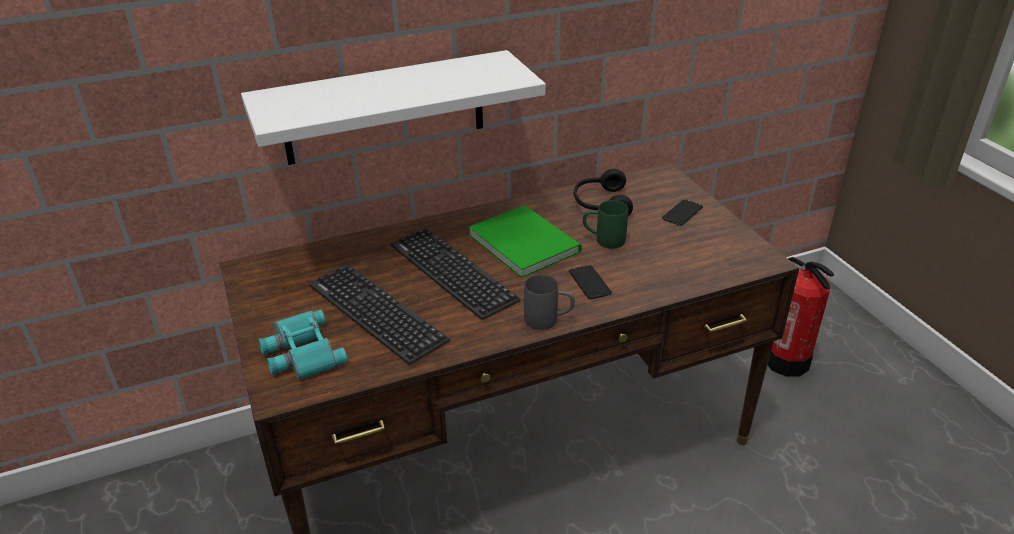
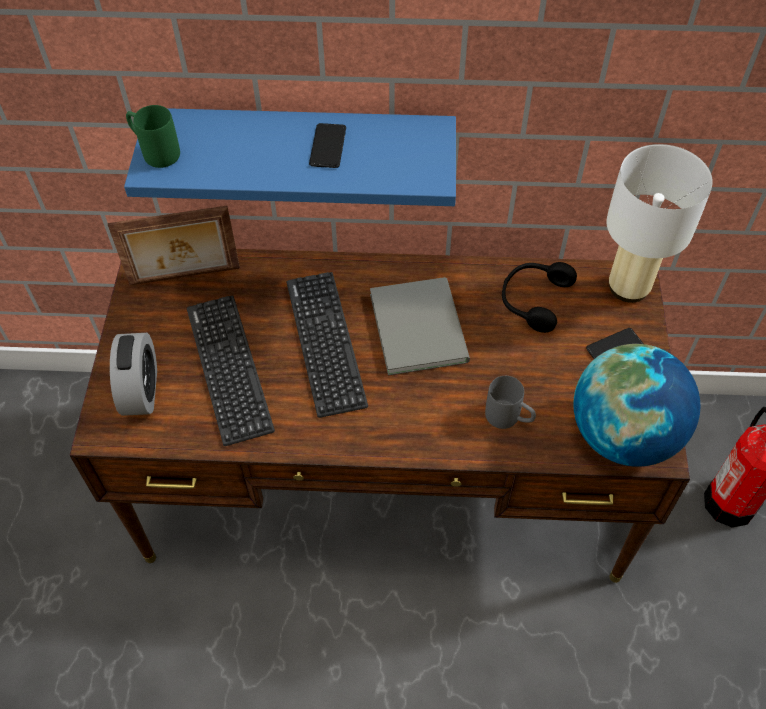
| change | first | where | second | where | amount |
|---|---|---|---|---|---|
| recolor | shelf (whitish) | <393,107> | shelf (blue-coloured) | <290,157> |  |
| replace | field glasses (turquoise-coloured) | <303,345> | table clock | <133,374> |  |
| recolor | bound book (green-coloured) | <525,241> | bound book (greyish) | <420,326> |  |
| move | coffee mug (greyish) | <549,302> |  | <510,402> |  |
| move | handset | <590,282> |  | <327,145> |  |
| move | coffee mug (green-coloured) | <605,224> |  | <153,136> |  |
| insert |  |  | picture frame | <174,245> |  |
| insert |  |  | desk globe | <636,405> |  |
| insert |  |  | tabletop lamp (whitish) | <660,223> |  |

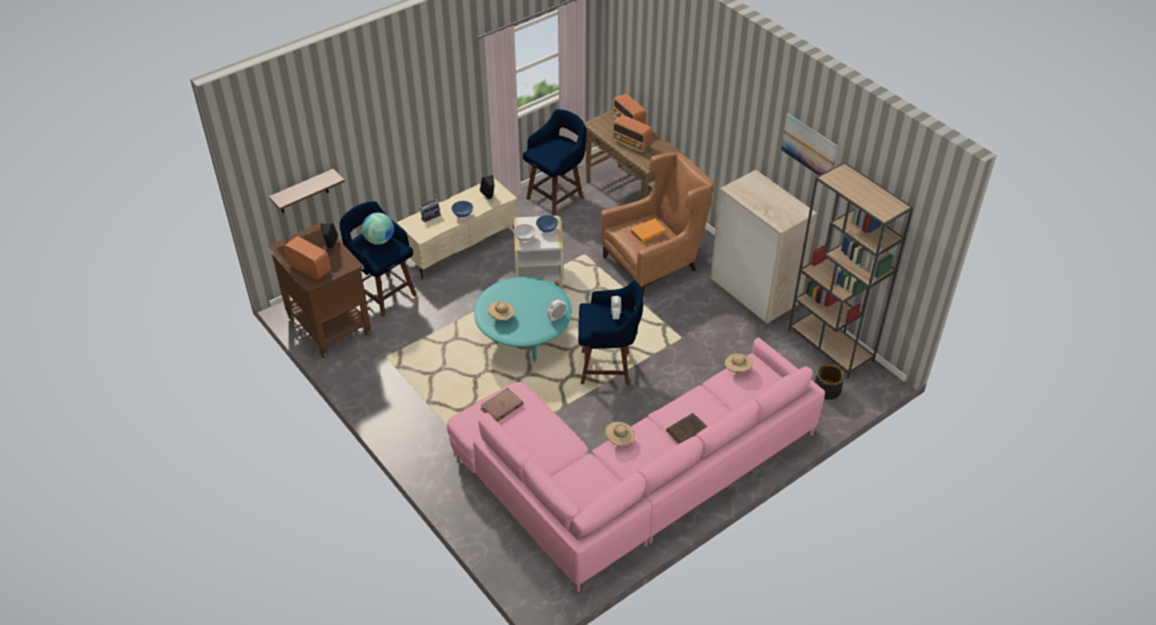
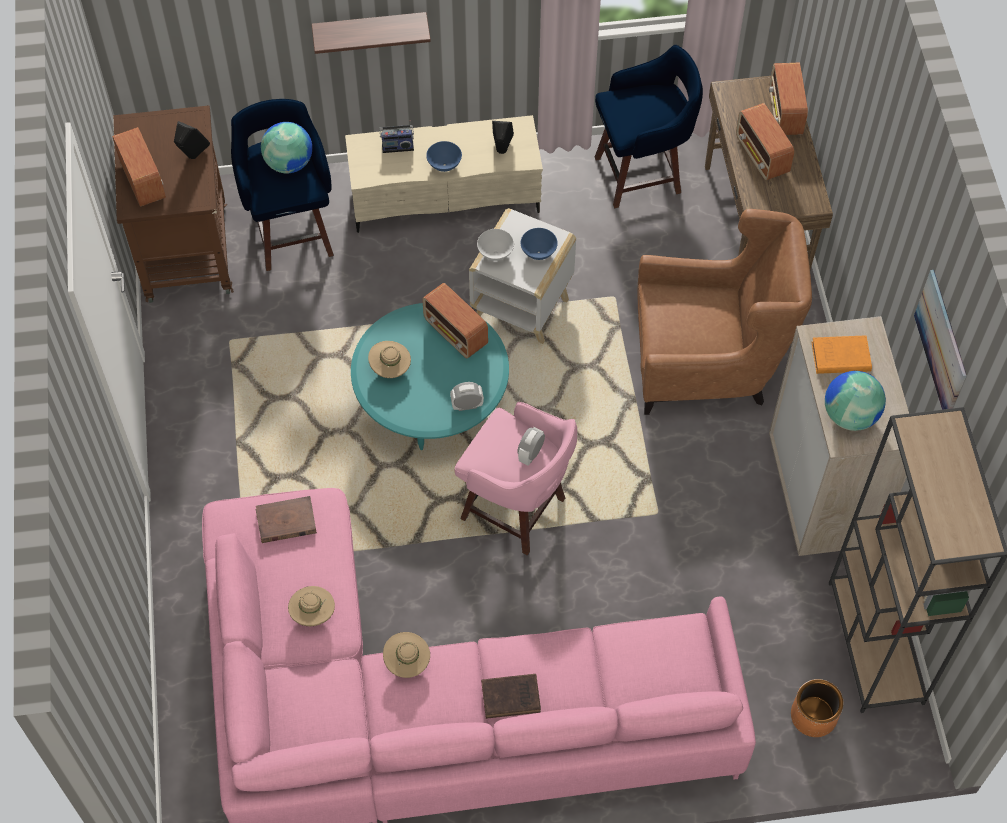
| change | first | where | second | where | amount |
|---|---|---|---|---|---|
| move | shelf | <307,191> |  | <371,33> |  |
| recolor | stool seat (blue-coloured) | <610,332> | stool seat (pink) | <516,478> |  |
| move | bound book (orange-coloured) | <648,231> |  | <842,354> |  |
| move | wearable hat (beige) | <739,363> |  | <311,606> |  |
| recolor | flower pot (black) | <830,382> | flower pot (orange-coloured) | <817,708> |  |
| insert |  |  | radio receiver | <455,321> |  |
| insert |  |  | desk globe | <855,401> |  |

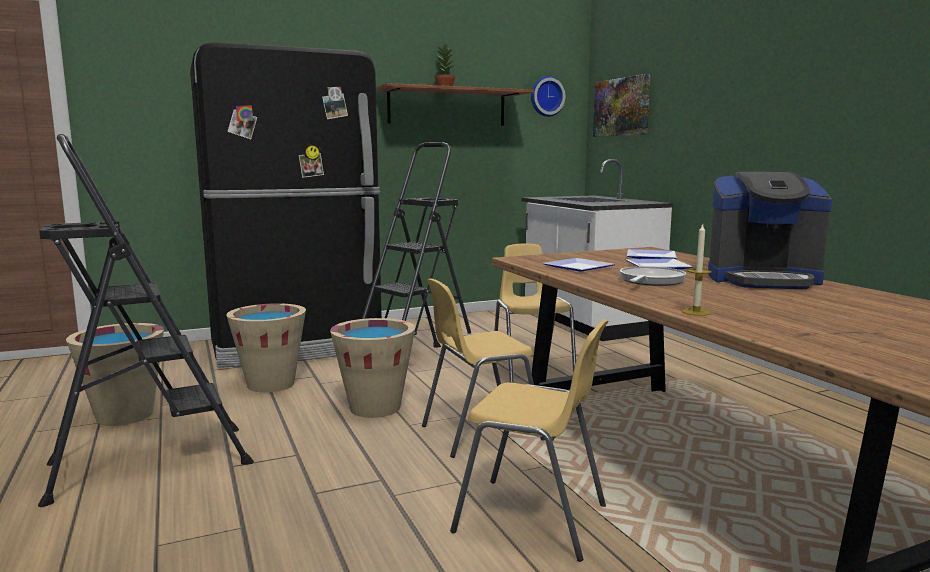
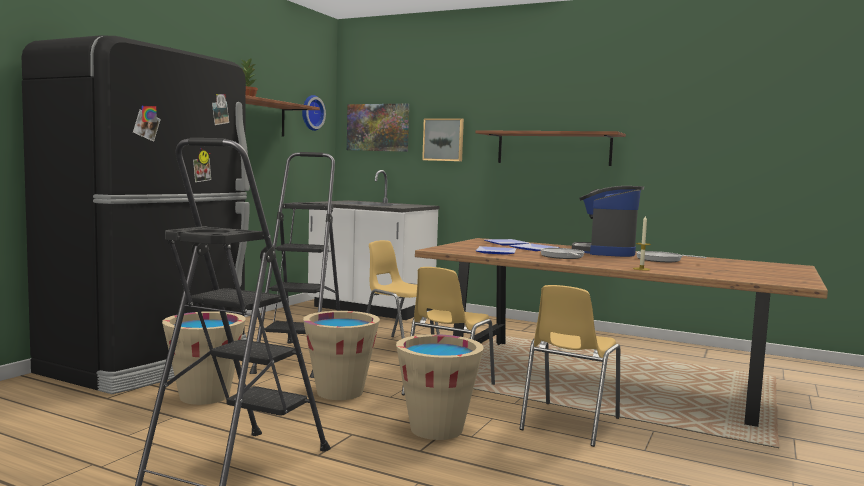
| change | first | where | second | where | amount |
|---|---|---|---|---|---|
| move | bucket (beige) | <115,374> |  | <440,387> |  |
| rotate | plain chair (yellowish) | <529,440> |  | <570,366> | 135 degrees clockwise |
| rotate | coffee brewer | <770,230> |  | <608,221> | 135 degrees clockwise |
| insert |  |  | picture | <443,139> |  |
| insert |  |  | shelf | <550,148> |  |
| insert |  |  | pan | <671,256> |  |

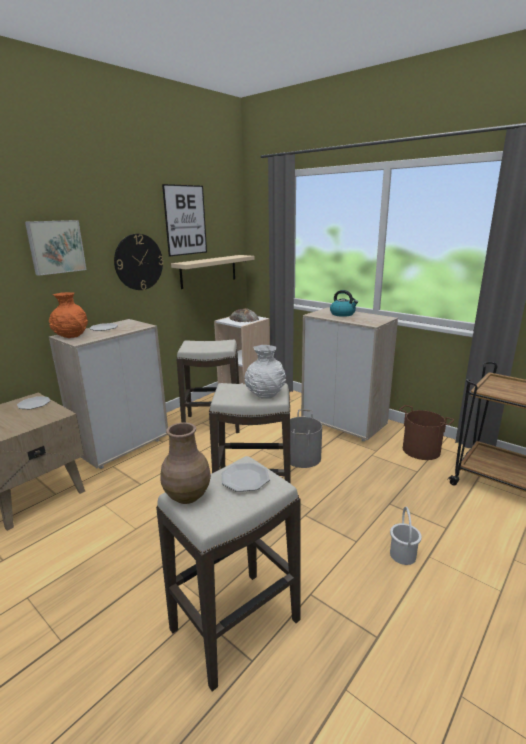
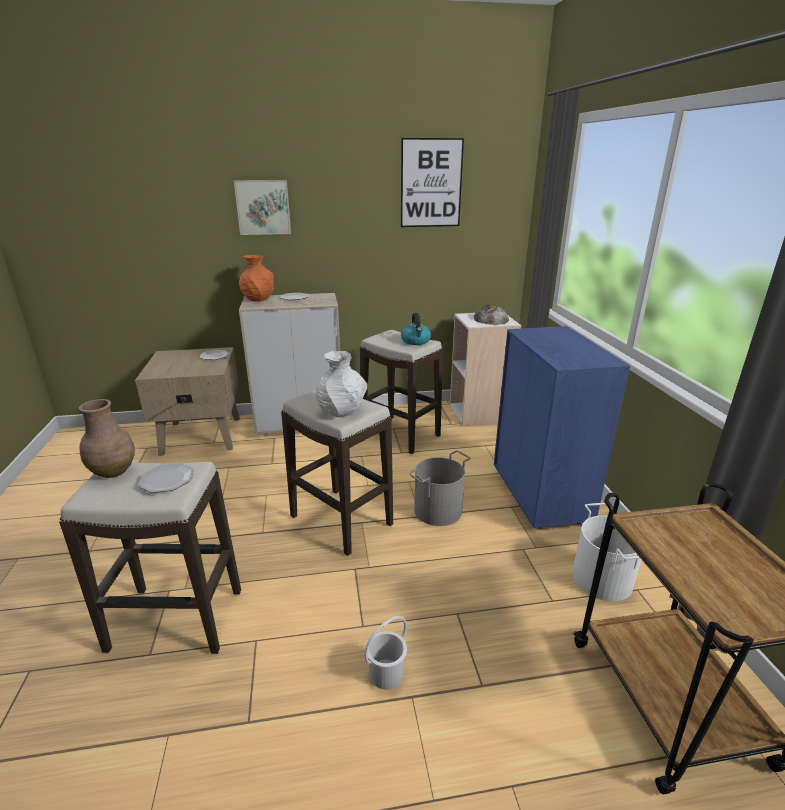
| change | first | where | second | where | amount |
|---|---|---|---|---|---|
| delete | clock on the wall | <139,262> |  |  |  |
| delete | shelf (beige) | <213,272> |  |  |  |
| recolor | storage cabinet (beige) | <349,374> | storage cabinet (blue-coloured) | <562,427> |  |
| move | water kettle | <344,303> |  | <416,329> |  |
| recolor | bucket (brownish) | <426,432> | bucket (whitish) | <607,552> |  |

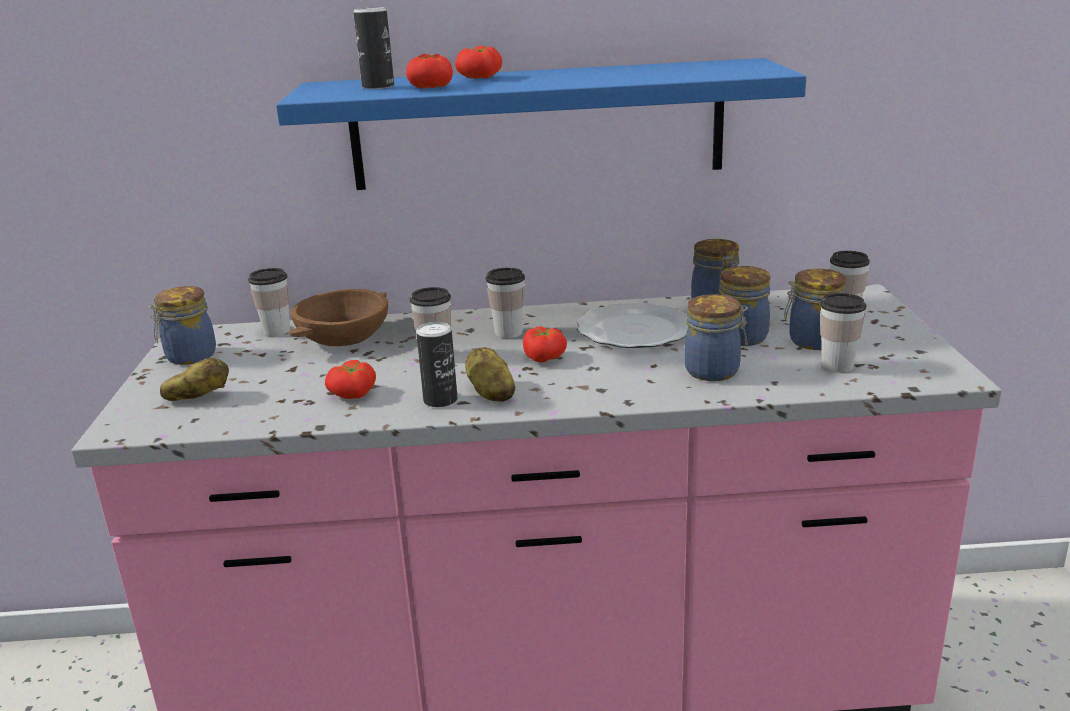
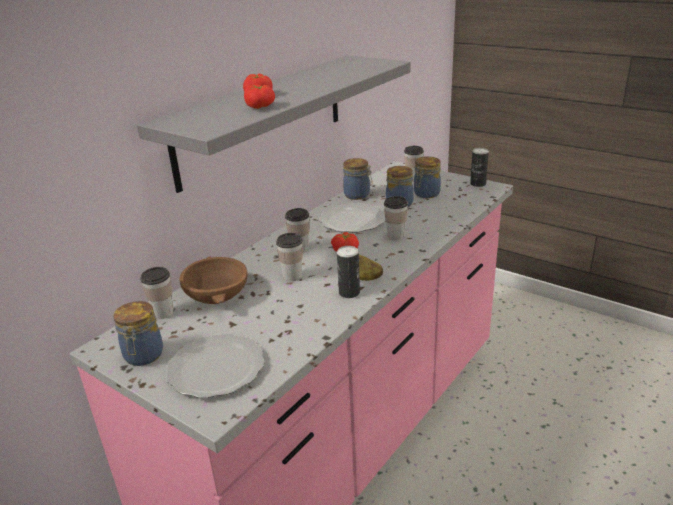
| change | first | where | second | where | amount |
|---|---|---|---|---|---|
| replace | potato | <194,379> | plate | <215,366> |  |
| recolor | shelf (blue-coloured) | <541,124> | shelf (greyish) | <274,124> |  |
| delete | tomato | <350,379> |  |  |  |
| move | sealed can | <373,48> |  | <479,167> |  |
| delete | jar | <716,337> |  |  |  |
| move | cup | <843,333> |  | <396,218> |  |

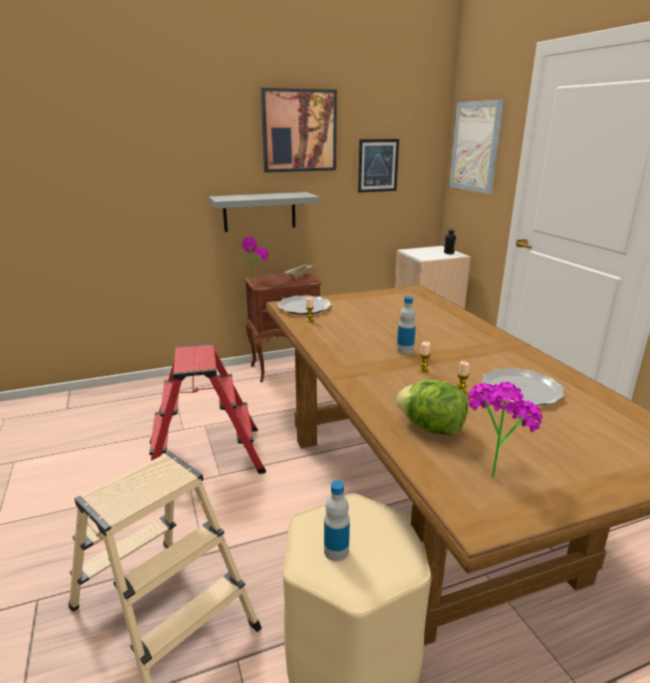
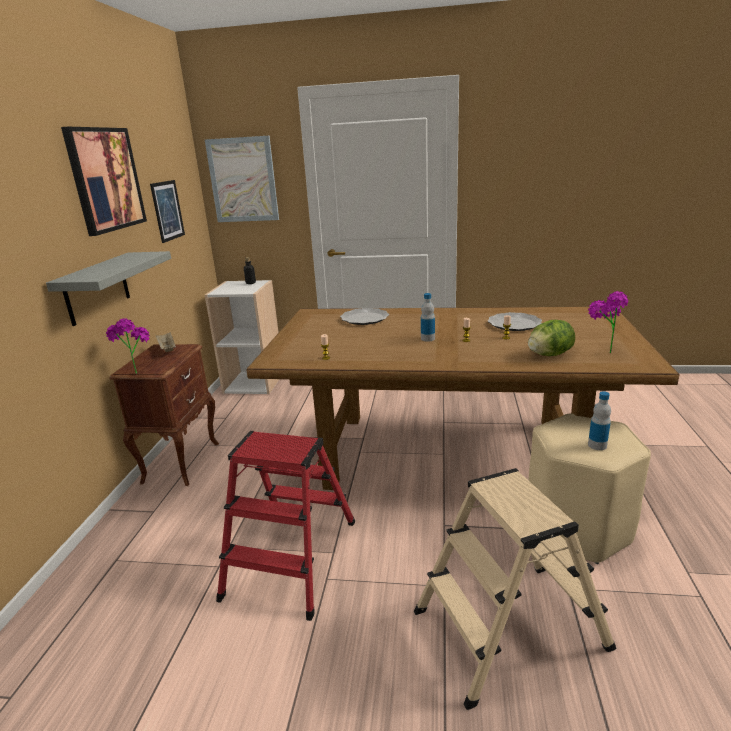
| change | first | where | second | where | amount |
|---|---|---|---|---|---|
| move | plate | <304,305> |  | <364,316> |  |

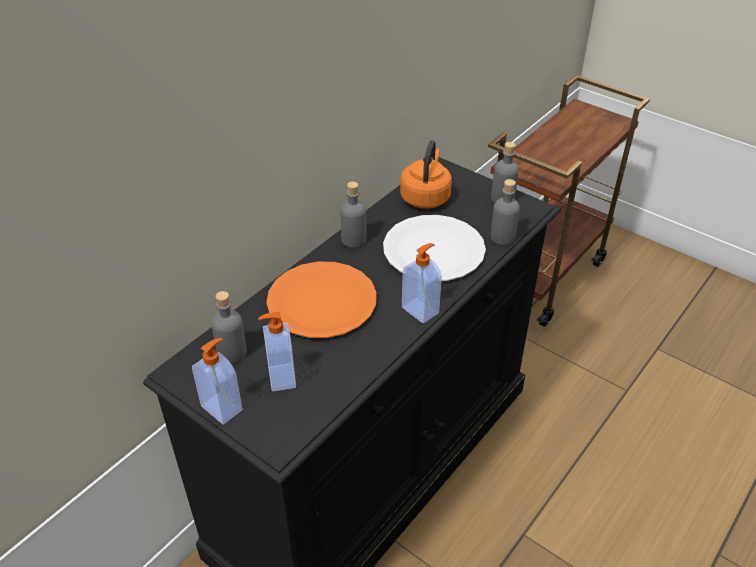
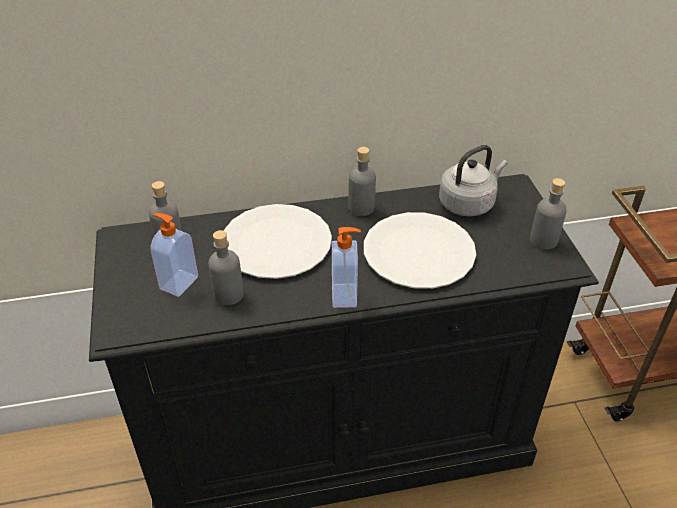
| change | first | where | second | where | amount |
|---|---|---|---|---|---|
| delete | soap bottle | <217,381> |  |  |  |
| recolor | plate (orange-coloured) | <321,300> | plate (whitish) | <278,241> |  |
| recolor | water kettle (orange-coloured) | <426,174> | water kettle (greyish) | <473,180> |  |
| move | bottle (greyish) | <505,212> |  | <226,267> |  |

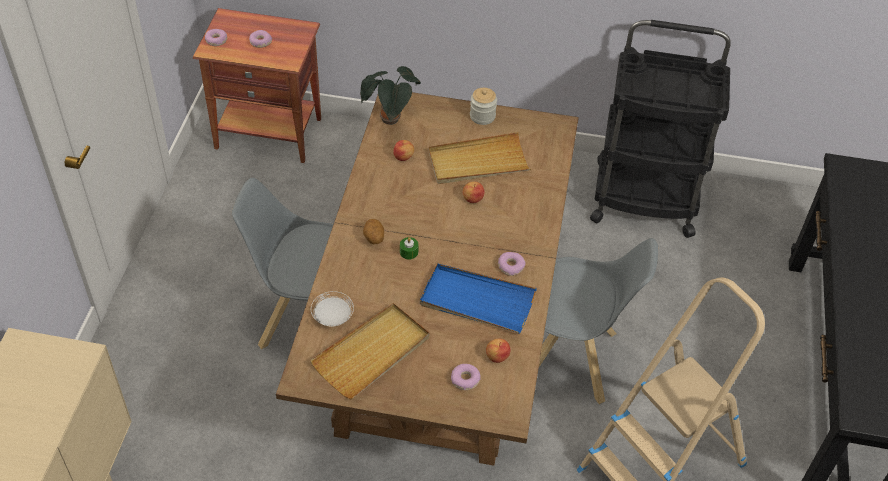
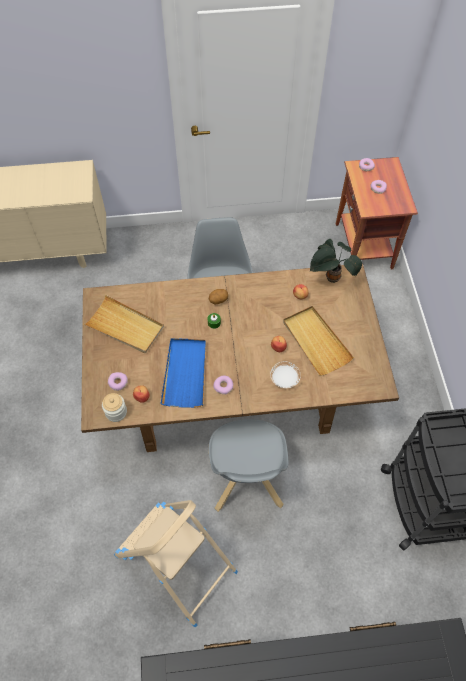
| change | first | where | second | where | amount |
|---|---|---|---|---|---|
| move | plate (whitish) | <332,309> |  | <285,375> |  |
| move | jar | <483,106> |  | <114,407> |  |

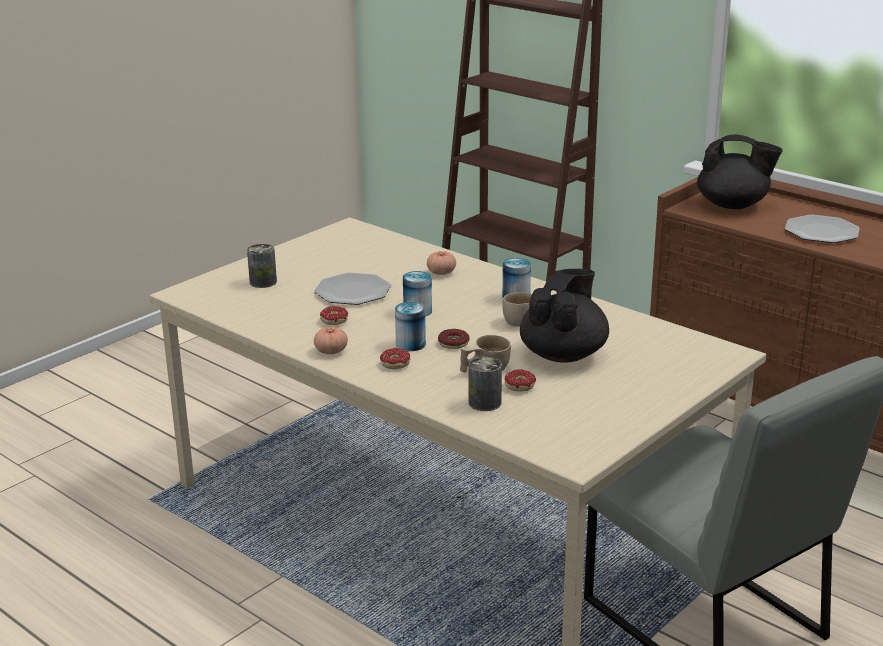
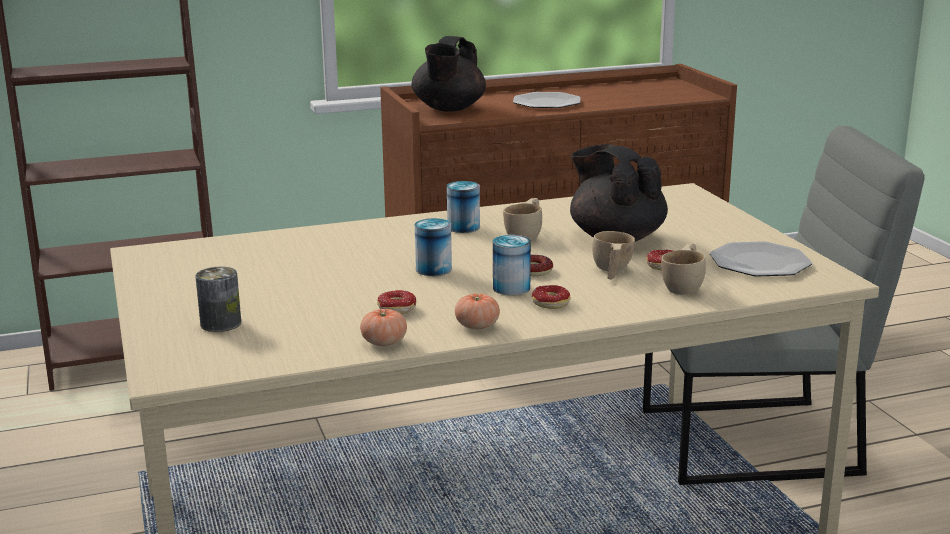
| change | first | where | second | where | amount |
|---|---|---|---|---|---|
| move | plate | <352,289> |  | <761,259> |  |
| move | tomato | <441,263> |  | <383,327> |  |
| replace | sealed can | <485,383> | cup (beige) | <683,269> |  |
| rotate | pot for tea (black) | <740,172> |  | <448,74> | 150 degrees clockwise |

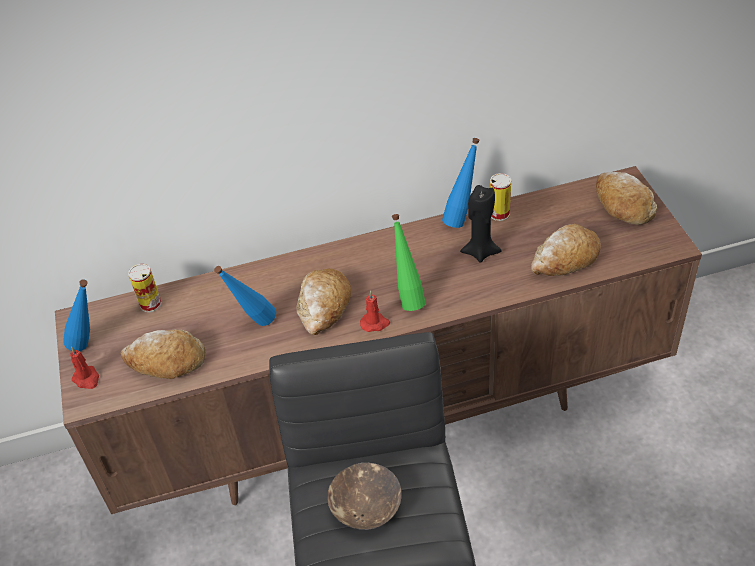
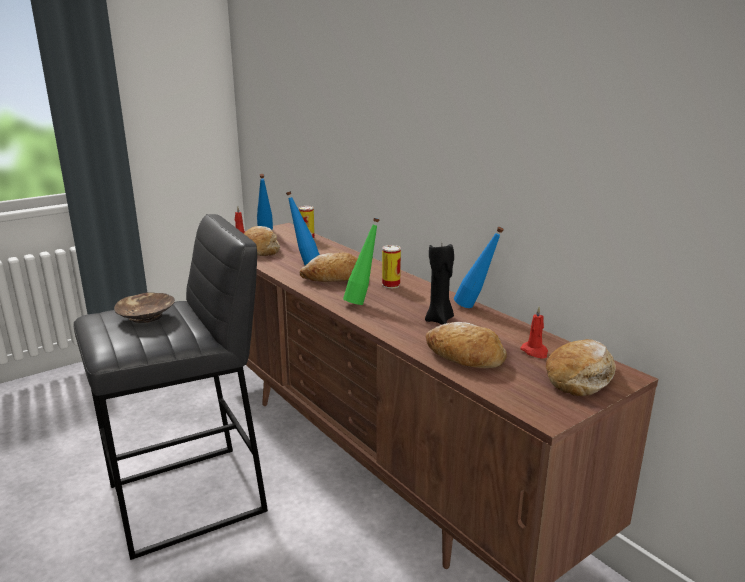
| change | first | where | second | where | amount |
|---|---|---|---|---|---|
| move | wax candle (red-coloured) | <375,311> |  | <534,333> |  |
| move | sealed can | <500,197> |  | <391,266> |  |

